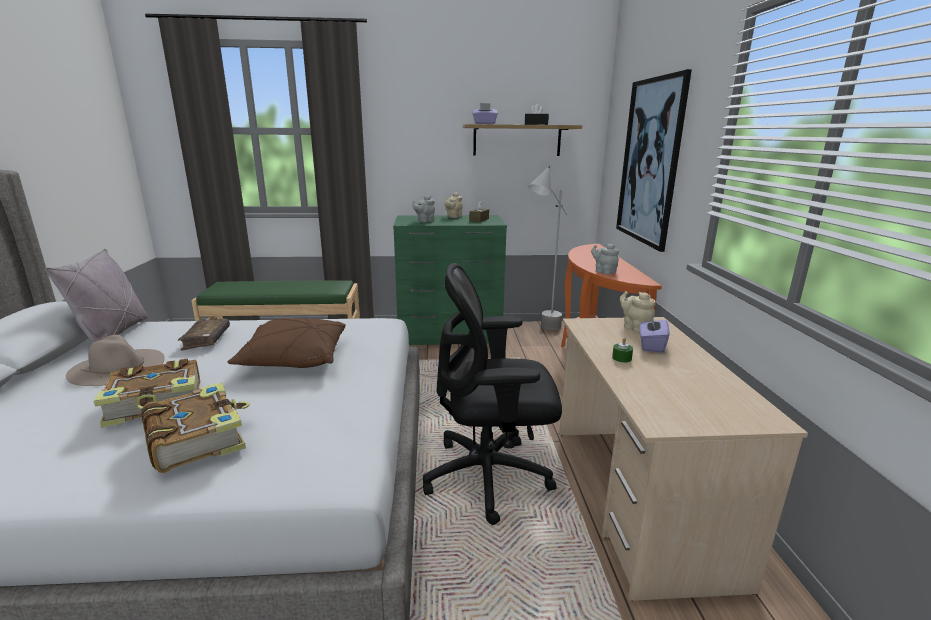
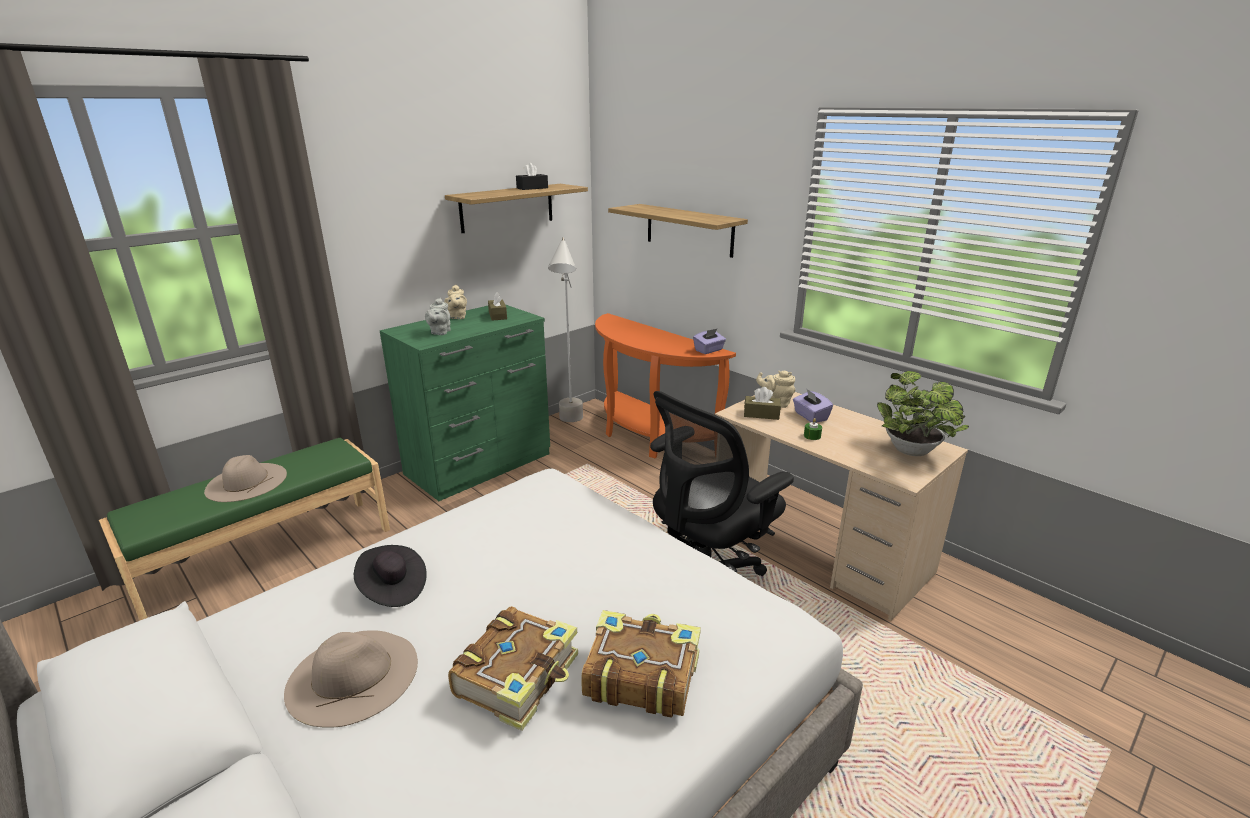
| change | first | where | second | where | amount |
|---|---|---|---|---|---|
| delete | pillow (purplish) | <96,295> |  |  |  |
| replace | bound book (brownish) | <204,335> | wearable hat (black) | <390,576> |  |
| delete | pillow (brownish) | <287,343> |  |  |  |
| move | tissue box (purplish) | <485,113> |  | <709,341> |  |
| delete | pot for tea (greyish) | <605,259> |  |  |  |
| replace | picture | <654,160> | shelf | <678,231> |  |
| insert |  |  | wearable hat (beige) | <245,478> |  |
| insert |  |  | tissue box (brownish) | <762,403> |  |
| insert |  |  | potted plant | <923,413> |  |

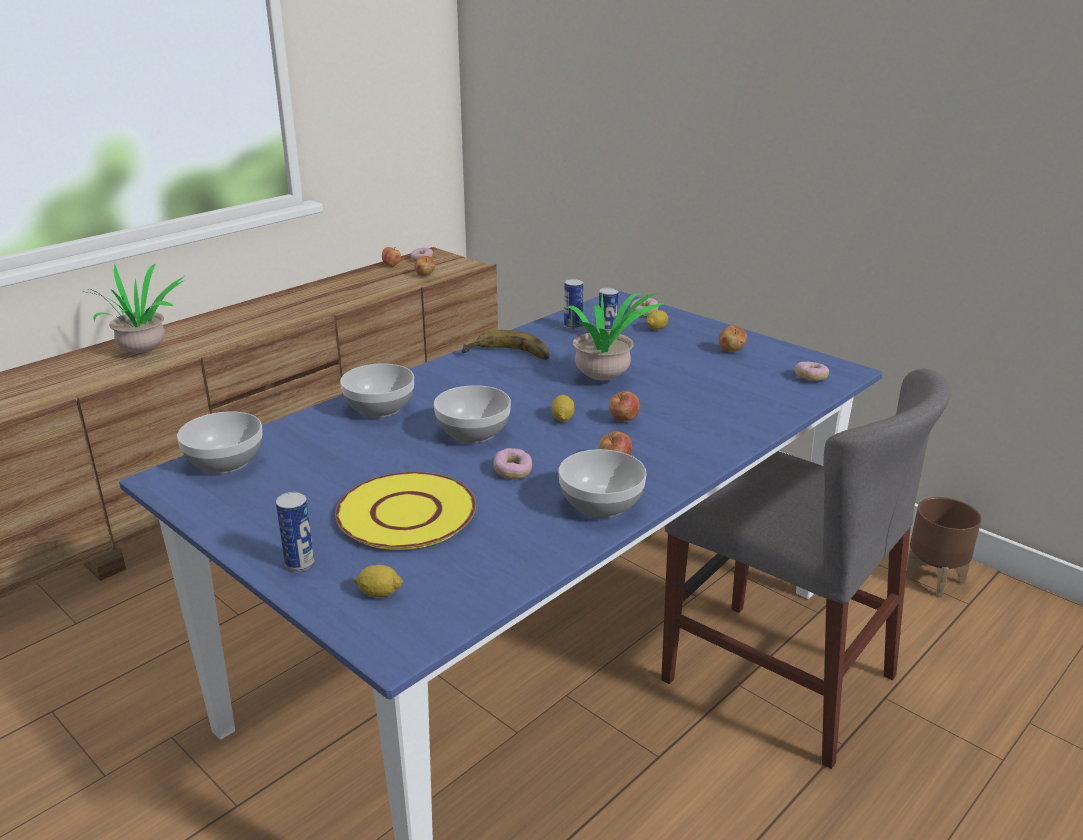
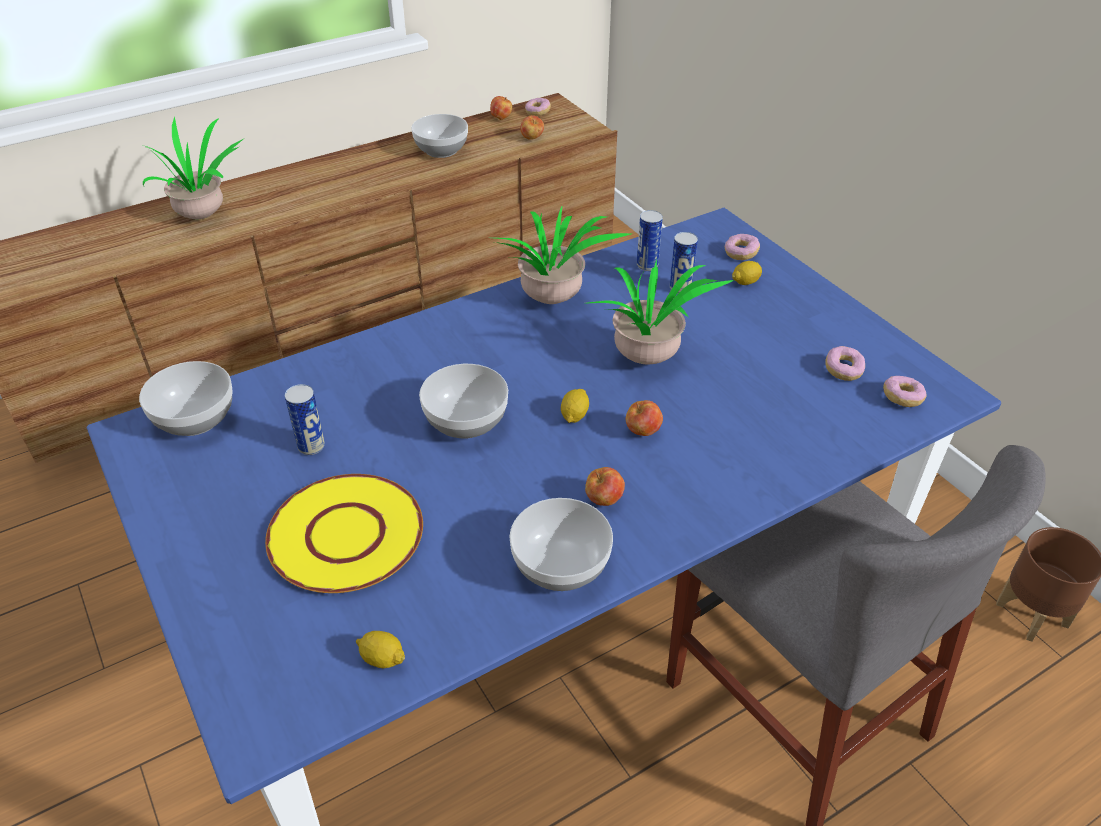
| change | first | where | second | where | amount |
|---|---|---|---|---|---|
| move | sealed can | <295,531> |  | <305,419> |  |
| move | deep dish | <377,390> |  | <439,136> |  |
| move | citrus fruit | <378,581> |  | <380,649> |  |
| replace | whole banana | <505,345> | potted plant | <563,255> |  |
| move | doughnut | <512,463> |  | <845,363> |  |
| delete | apple | <733,338> |  |  |  |

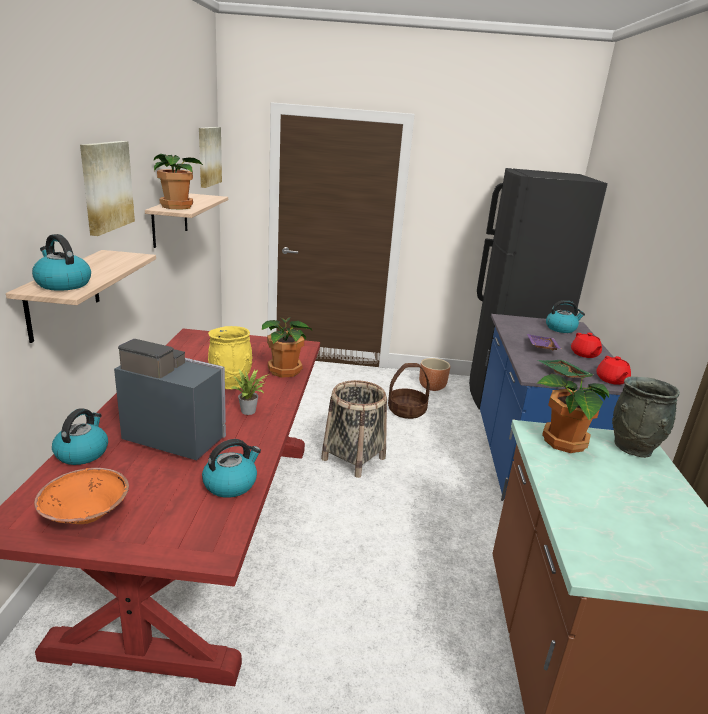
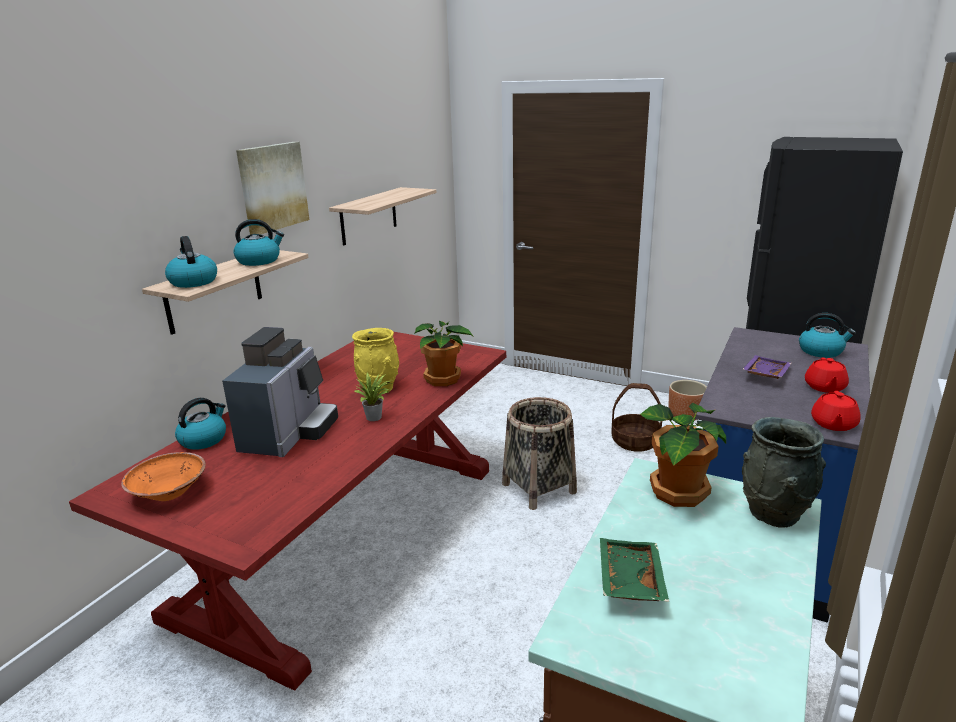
| change | first | where | second | where | amount |
|---|---|---|---|---|---|
| rotate | coffee brewer | <170,400> |  | <280,392> | 60 degrees clockwise |
| delete | potted plant | <179,182> |  |  |  |
| delete | picture | <210,157> |  |  |  |
| move | water kettle | <231,468> |  | <258,242> |  |
| move | tray (green-coloured) | <566,369> |  | <634,570> |  |

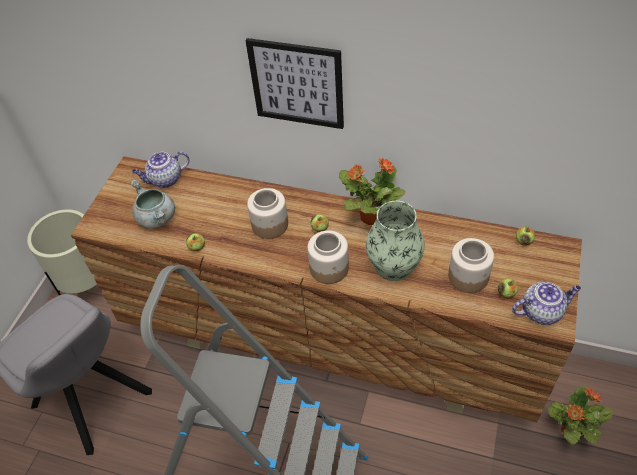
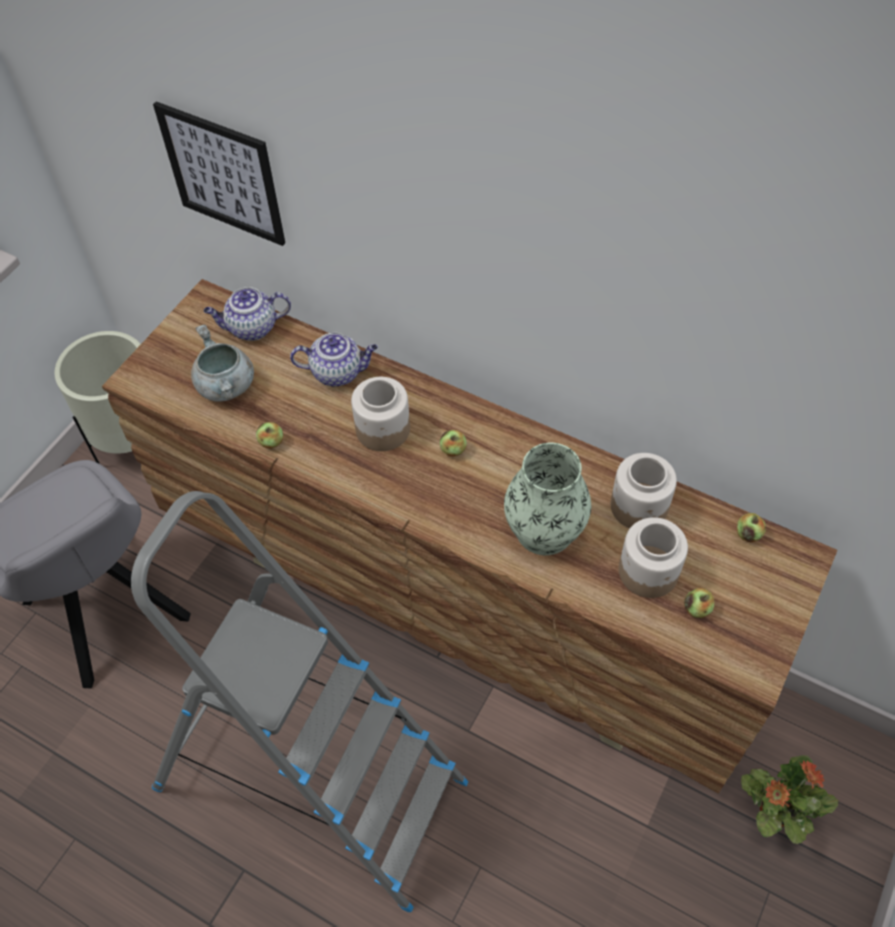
| change | first | where | second | where | amount |
|---|---|---|---|---|---|
| move | picture | <294,83> |  | <219,173> |  |
| move | jar | <328,257> |  | <644,491> |  |
| delete | potted plant | <372,191> |  |  |  |
| move | pot for tea | <546,303> |  | <334,360> |  |

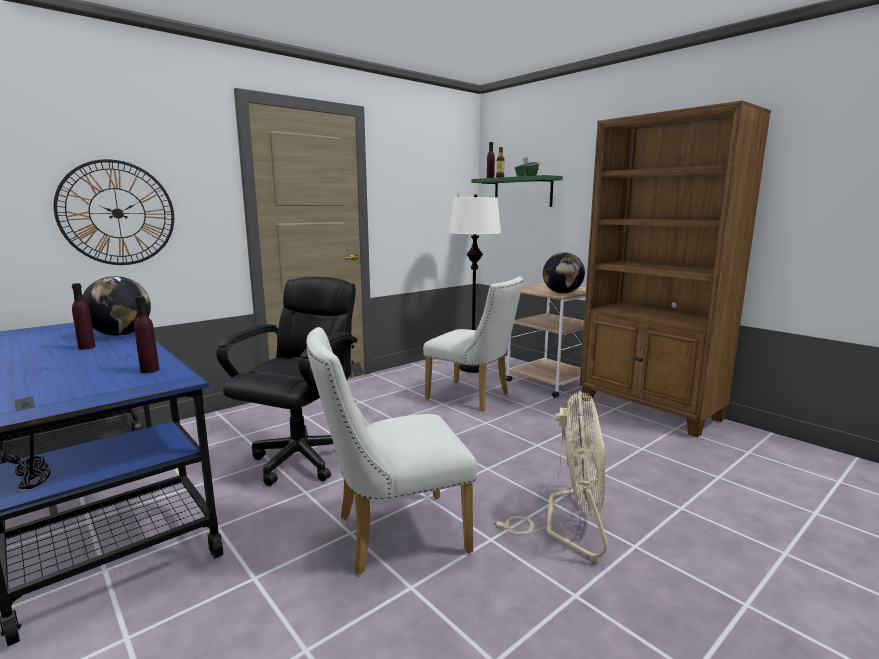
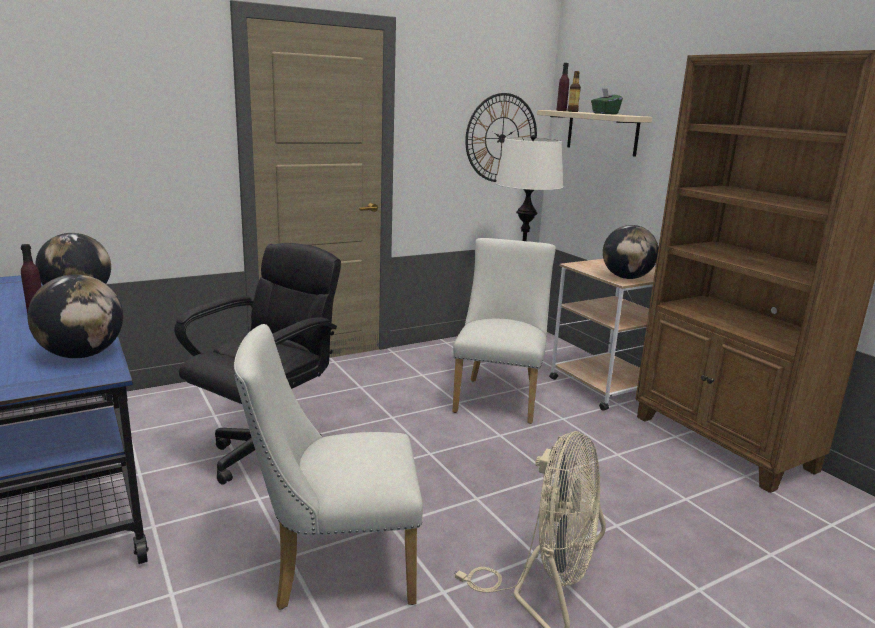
| change | first | where | second | where | amount |
|---|---|---|---|---|---|
| move | clock on the wall | <114,212> |  | <501,137> |  |
| replace | bottle (purplish) | <147,334> | desk globe | <75,316> |  |
| rotate | plain chair (whitish) | <473,343> |  | <504,331> | 120 degrees counterclockwise |
| recolor | shelf (green-coloured) | <517,191> | shelf (beige) | <594,133> |  |

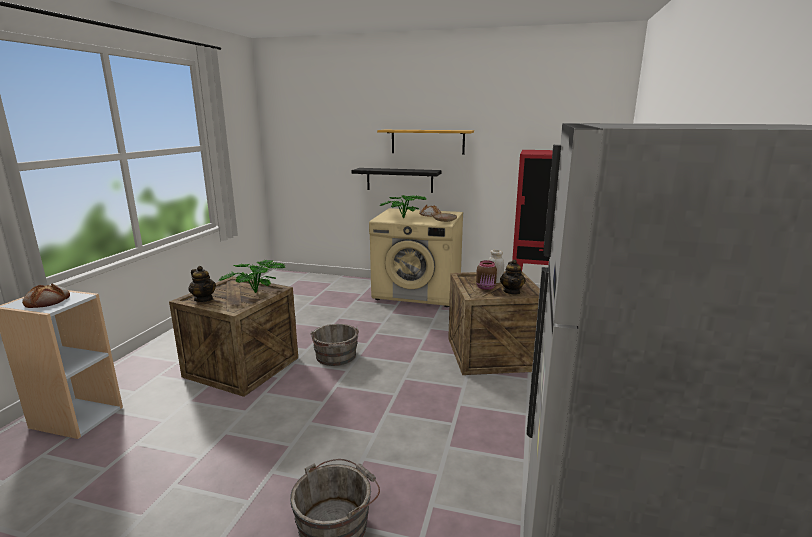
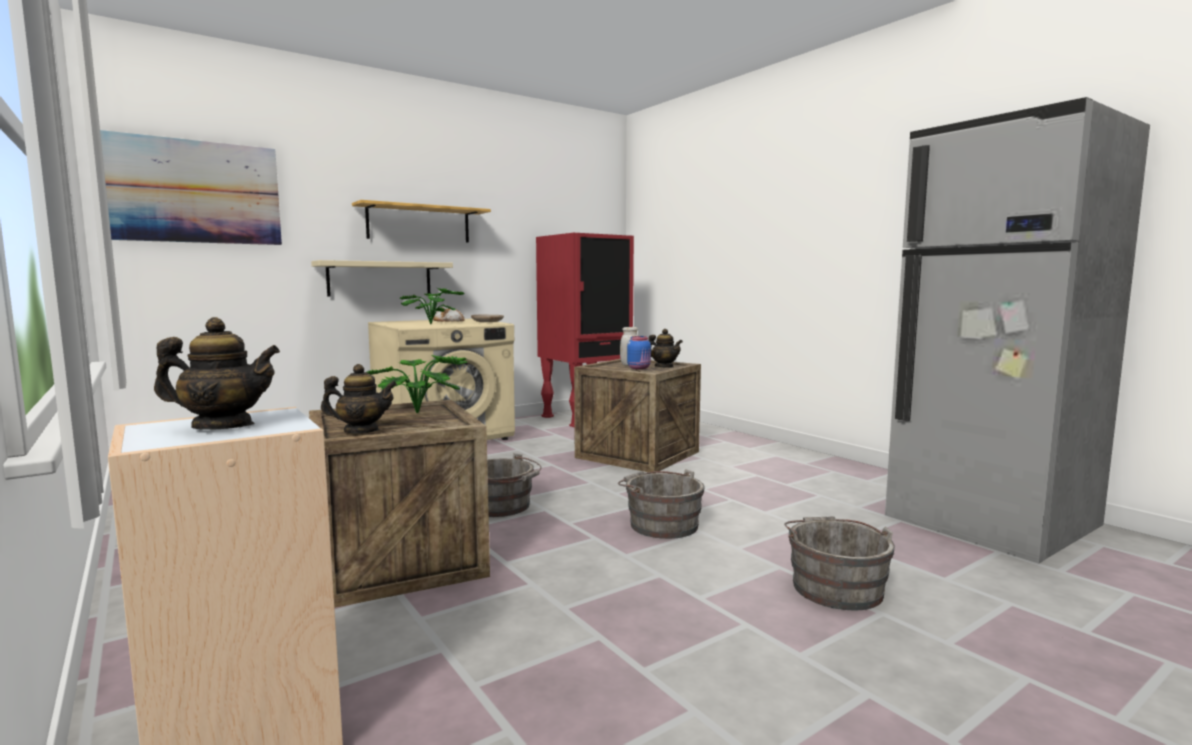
| change | first | where | second | where | amount |
|---|---|---|---|---|---|
| replace | baked bread | <46,296> | pot for tea | <217,373> |  |
| recolor | shelf (black) | <397,180> | shelf (beige) | <382,278> |  |
| recolor | jar (brownish) | <486,275> | jar (blue-coloured) | <639,352> |  |
| insert |  |  | picture | <191,187> |  |
| insert |  |  | bucket (greyish) | <661,504> |  |

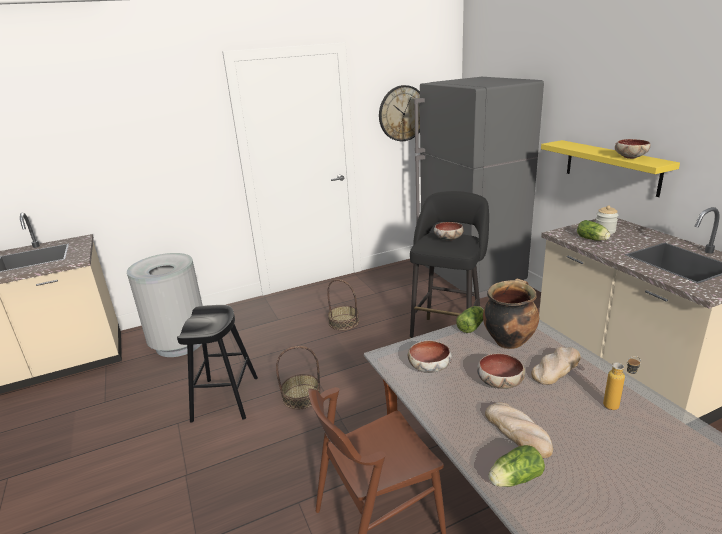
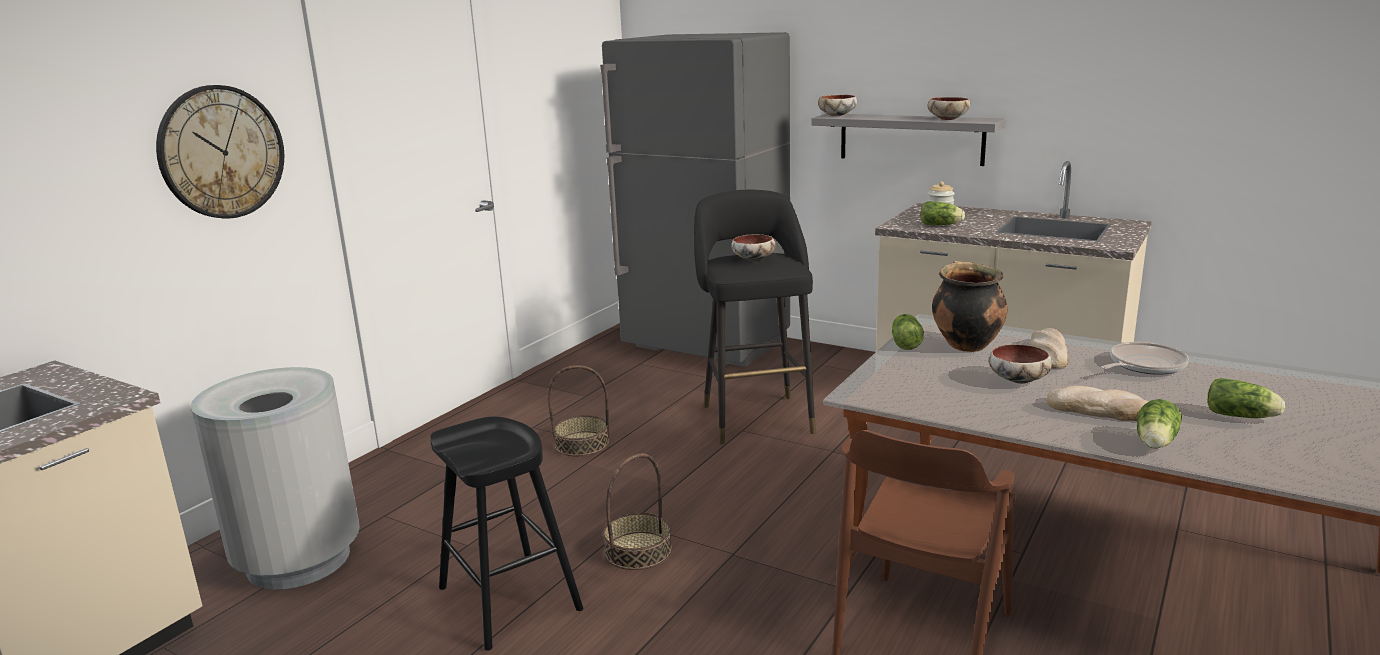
| change | first | where | second | where | amount |
|---|---|---|---|---|---|
| move | clock on the wall | <399,113> |  | <220,152> |  |
| move | deep dish | <430,356> |  | <837,105> |  |
| recolor | shelf (yellowish) | <610,168> | shelf (greyish) | <909,139> |  |
| replace | bottle | <622,383> | pan | <1145,358> |  |
| insert |  |  | lettuce head | <1246,398> |  |

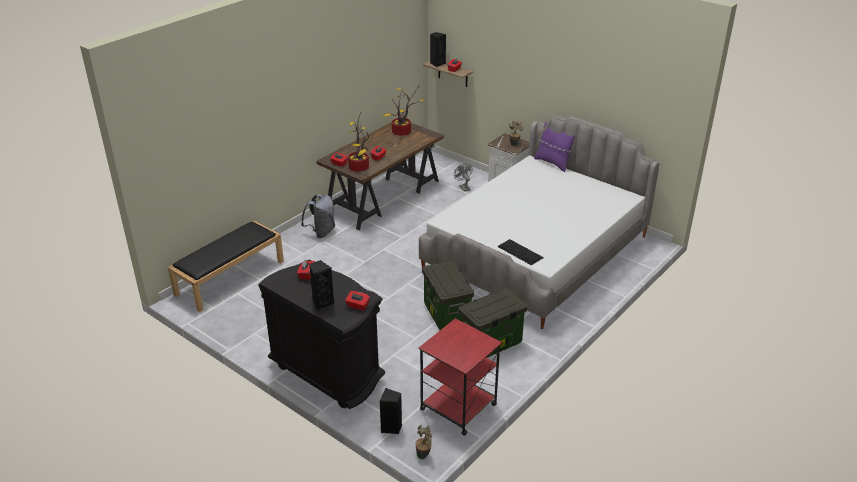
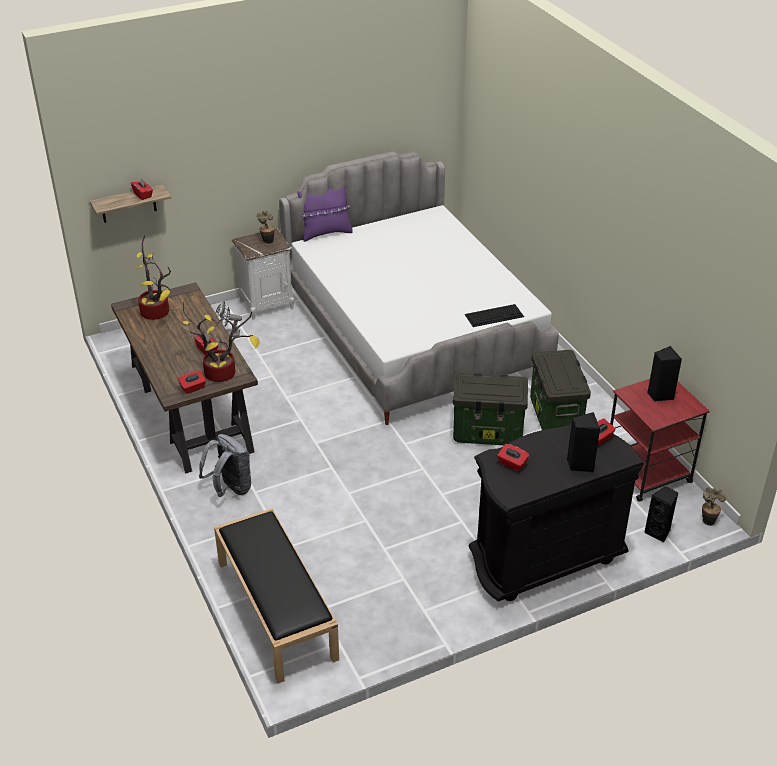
| change | first | where | second | where | amount |
|---|---|---|---|---|---|
| move | audio speaker (black) | <438,49> |  | <664,374> |  |

